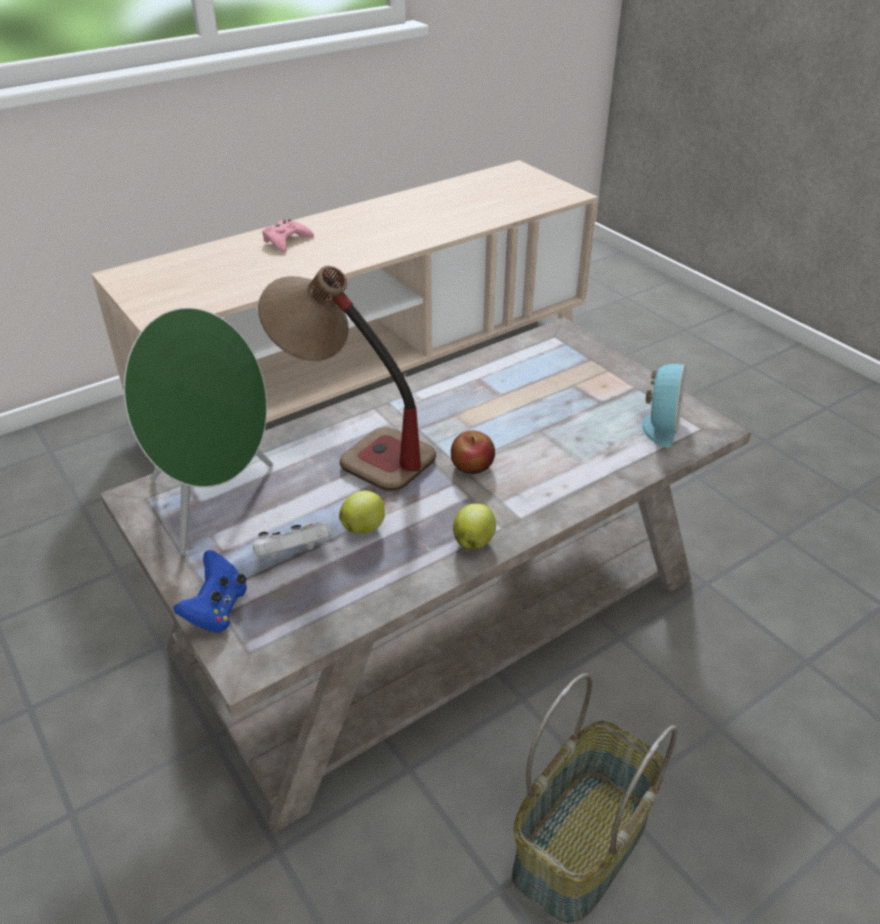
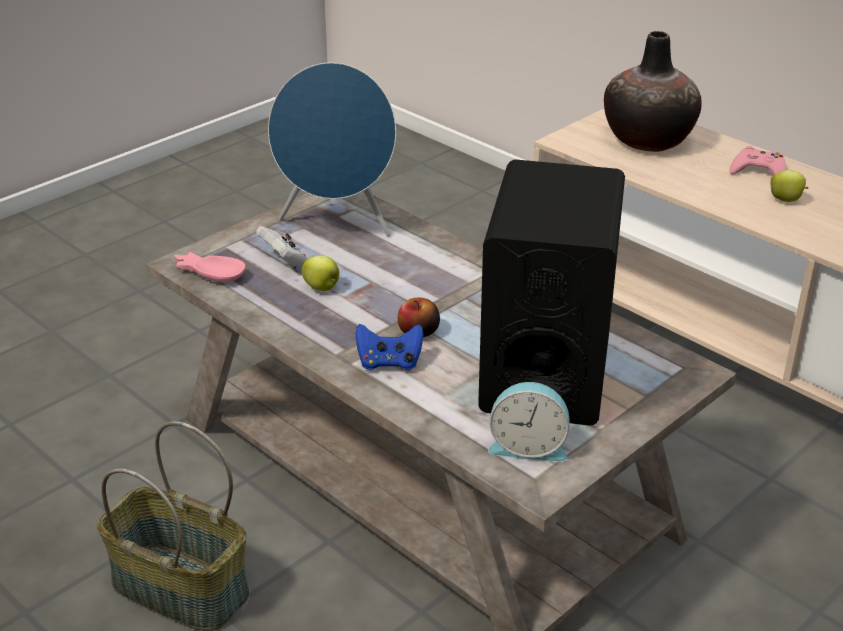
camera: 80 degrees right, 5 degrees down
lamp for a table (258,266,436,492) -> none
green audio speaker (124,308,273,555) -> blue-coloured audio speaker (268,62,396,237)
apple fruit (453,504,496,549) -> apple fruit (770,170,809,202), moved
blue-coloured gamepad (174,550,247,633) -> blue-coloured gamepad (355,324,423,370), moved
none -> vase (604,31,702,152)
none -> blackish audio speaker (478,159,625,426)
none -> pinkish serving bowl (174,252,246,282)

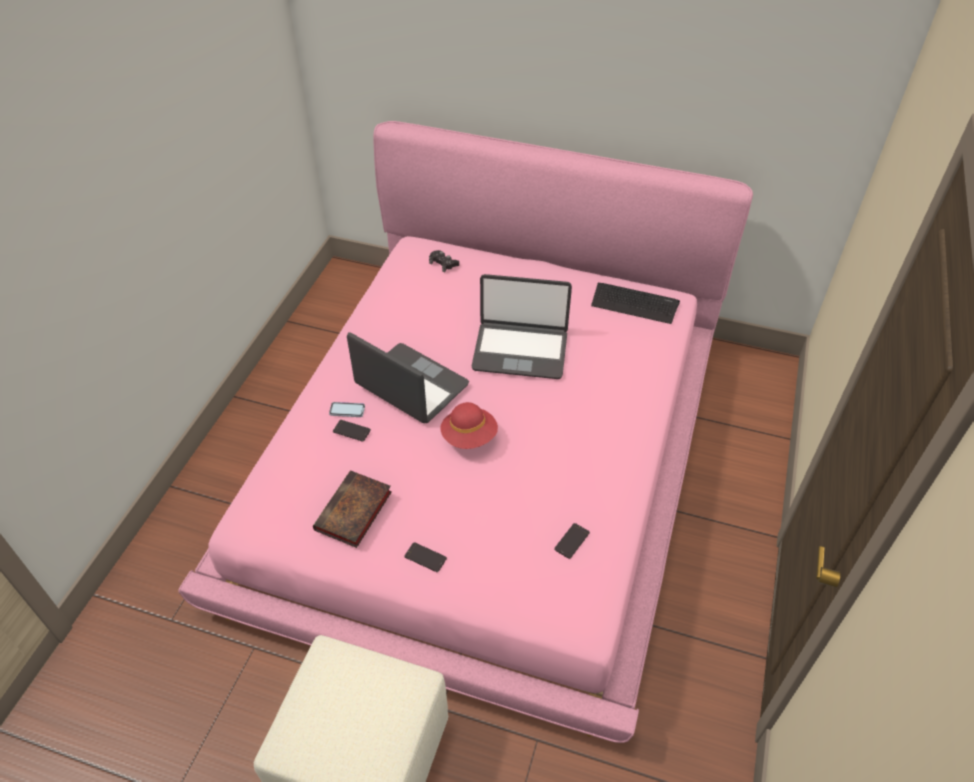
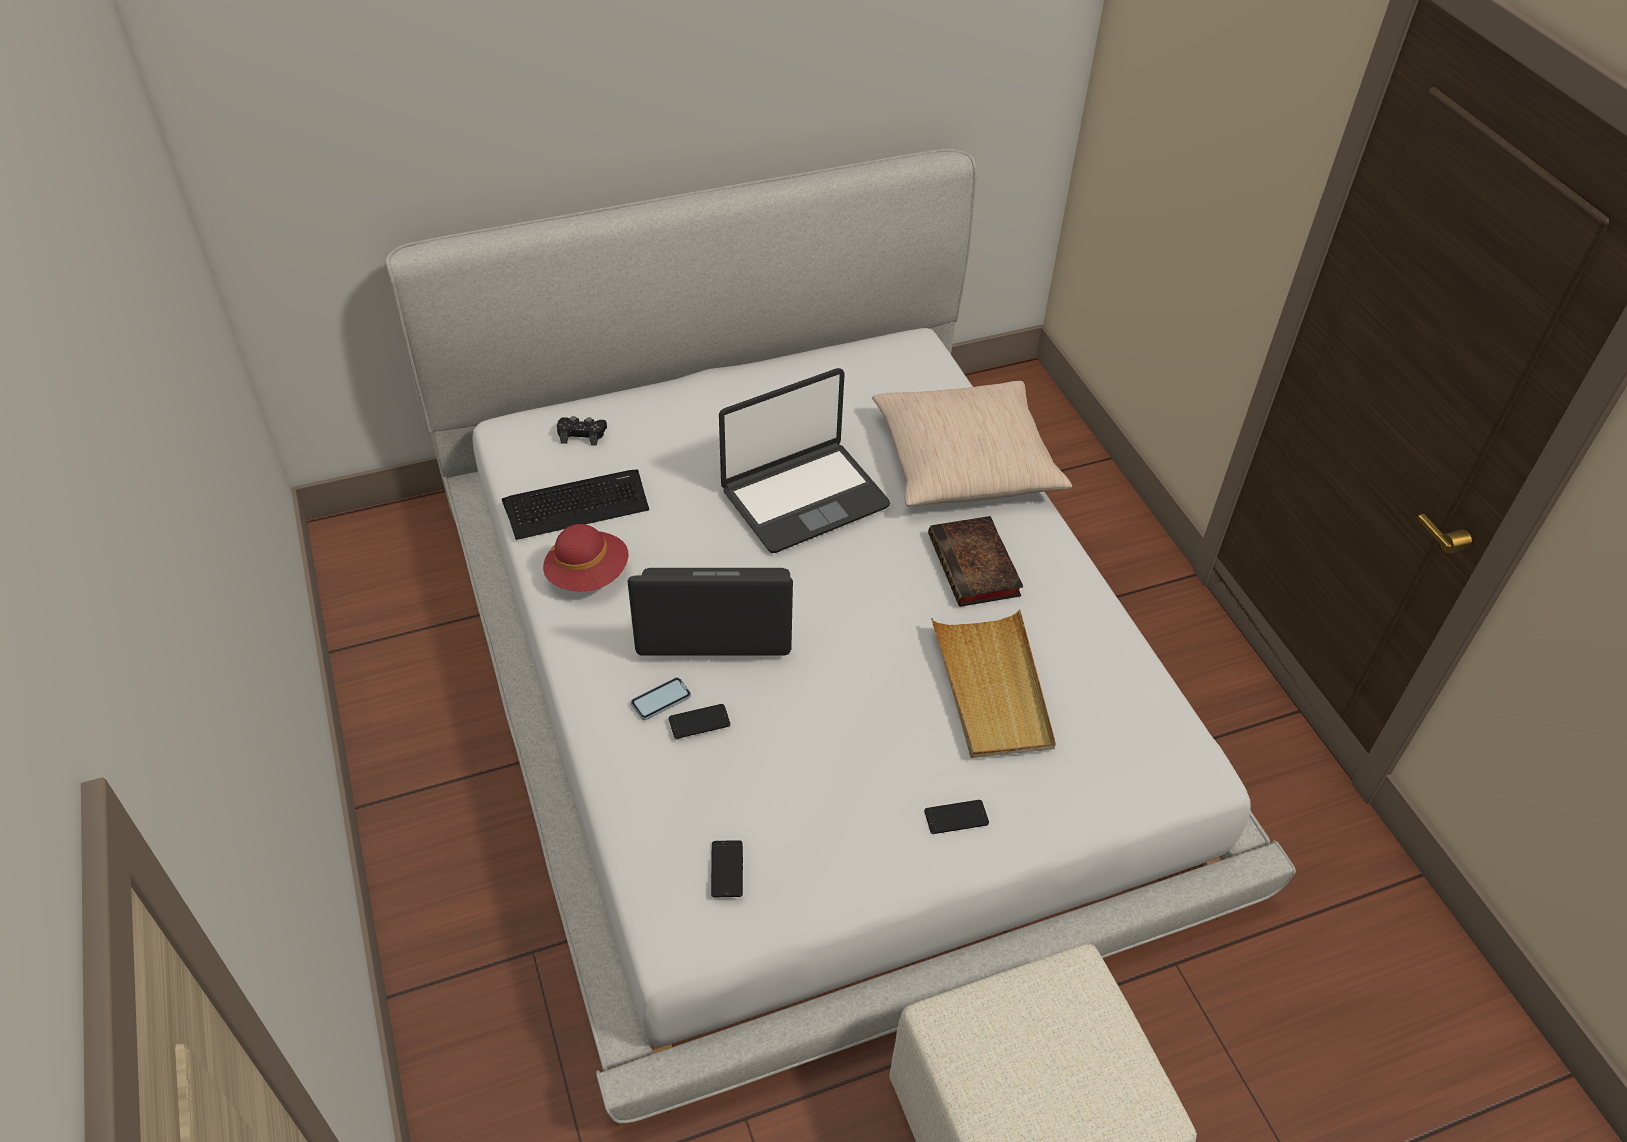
camera: 40 degrees left, 0 degrees up
pinkish sleeping bed (178,121,753,743) -> white sleeping bed (385,149,1296,1123)
computer keyboard (591,283,680,324) -> computer keyboard (502,469,649,540), moved
reddish hat (440,402,498,449) -> reddish hat (543,524,628,592), moved
book (313,470,392,548) -> book (928,516,1023,607), moved
telephone (554,523,590,559) -> telephone (711,840,743,897), moved
none -> beige pillow (872,381,1073,506)
none -> beige tray (931,610,1056,758)

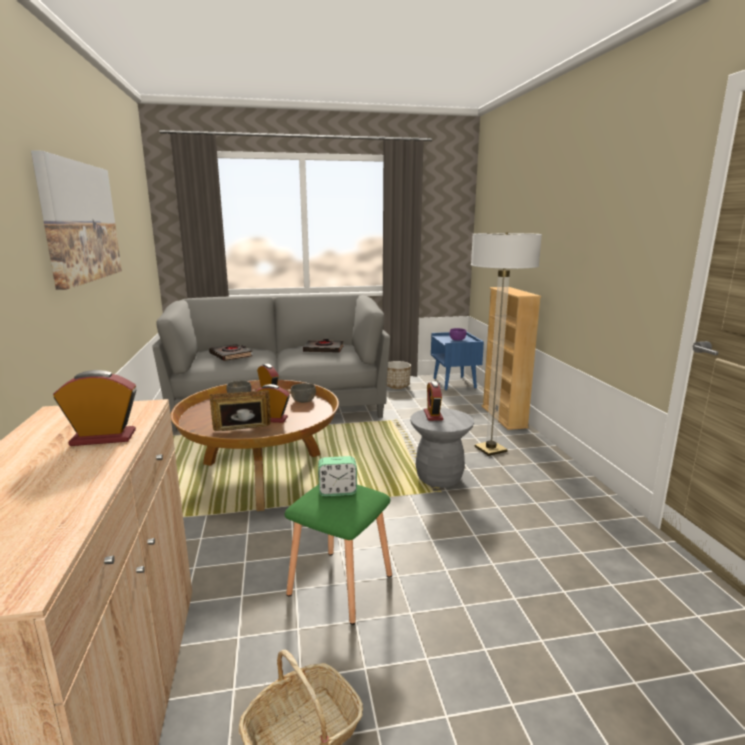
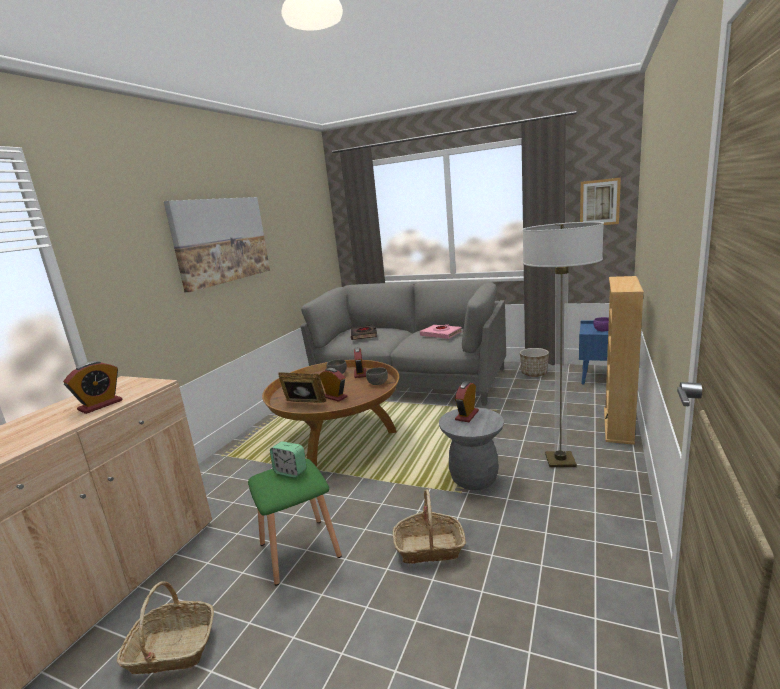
camera: 35 degrees right, 0 degrees up
blackish book (303,339,344,353) -> pinkish book (420,324,462,339)
bedside clock (53,370,137,446) -> bedside clock (63,361,123,414), 105 degrees clockwise
none -> wall art (580,178,621,225)
none -> storage basket (393,489,466,564)

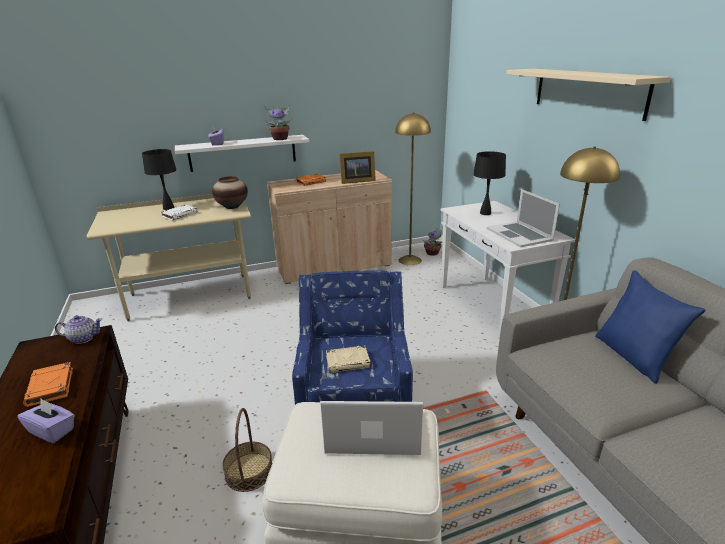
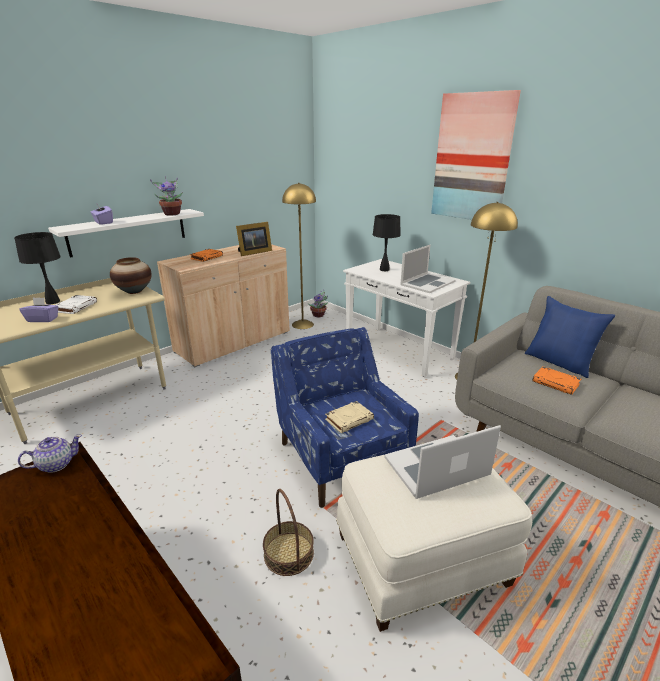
camera: 25 degrees left, 0 degrees up
beige bracket shelf (506,69,671,121) -> wall art (431,90,521,220)
notebook computer (486,189,560,247) -> notebook computer (400,244,455,293), 90 degrees counterclockwise
orange-coloured book (23,362,73,407) -> orange-coloured book (532,367,581,395), moved
purple-coloured tissue holder (17,399,75,443) -> purple-coloured tissue holder (19,298,59,322), moved

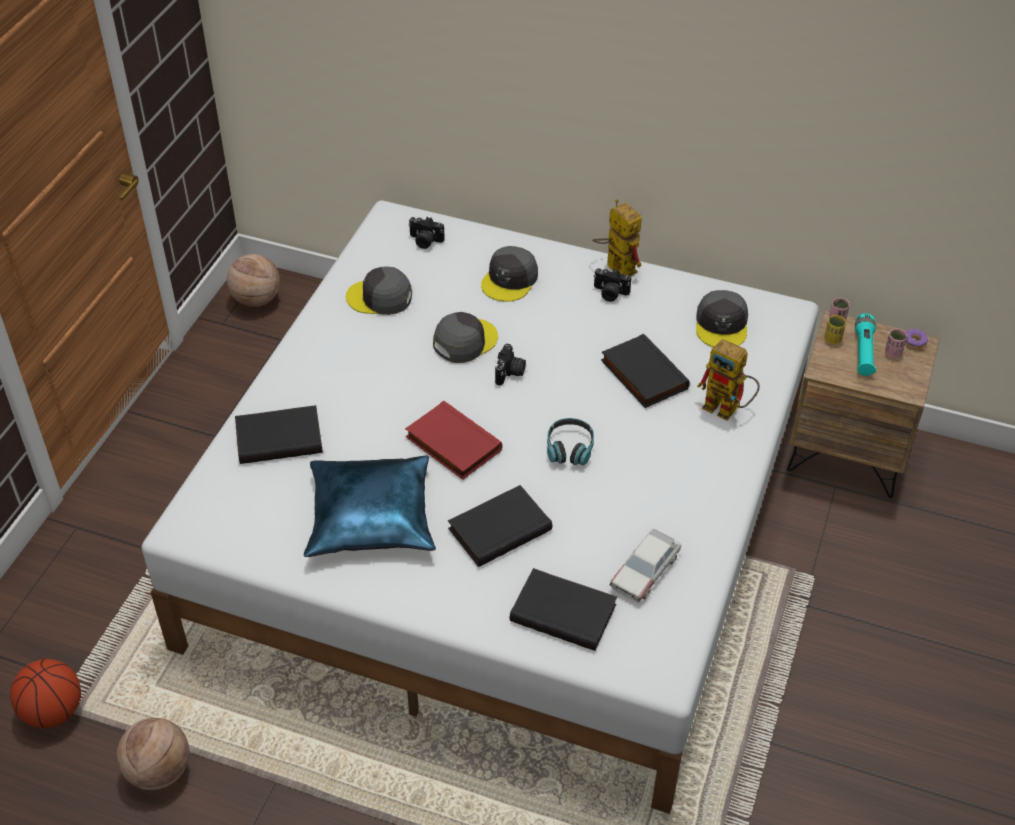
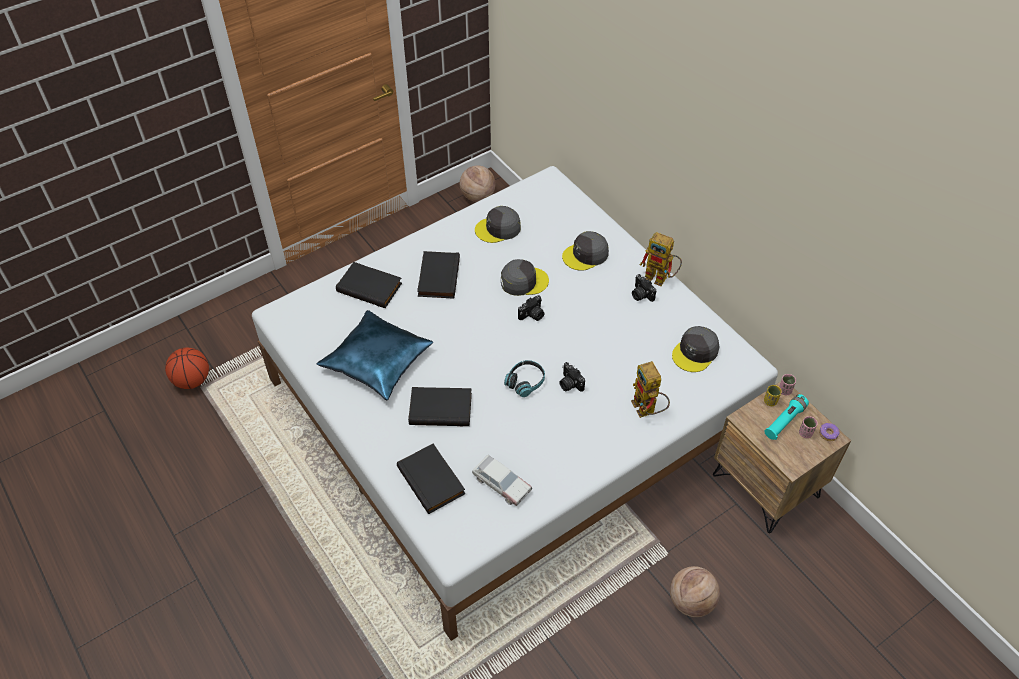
camera: 35 degrees right, 5 degrees up
toy robot (592,199,642,276) -> toy robot (640,232,682,286), 120 degrees clockwise
photo camera (408,217,445,249) -> photo camera (559,362,585,392), moved
greyish baseball cap (346,266,412,315) -> greyish baseball cap (475,206,521,243), 60 degrees counterclockwise
blackish book (601,334,690,408) -> blackish book (417,251,460,299), moved
reddish book (405,401,502,480) -> none
toy car (610,529,681,603) -> toy car (472,455,532,506), 120 degrees counterclockwise
basketball (117,718,189,790) -> basketball (670,566,720,617), moved

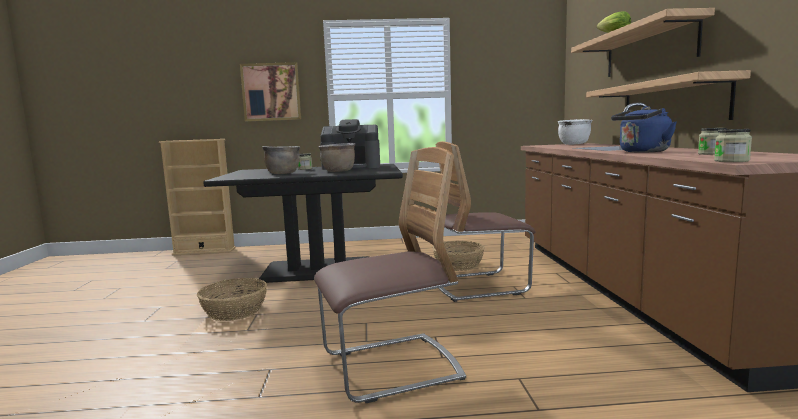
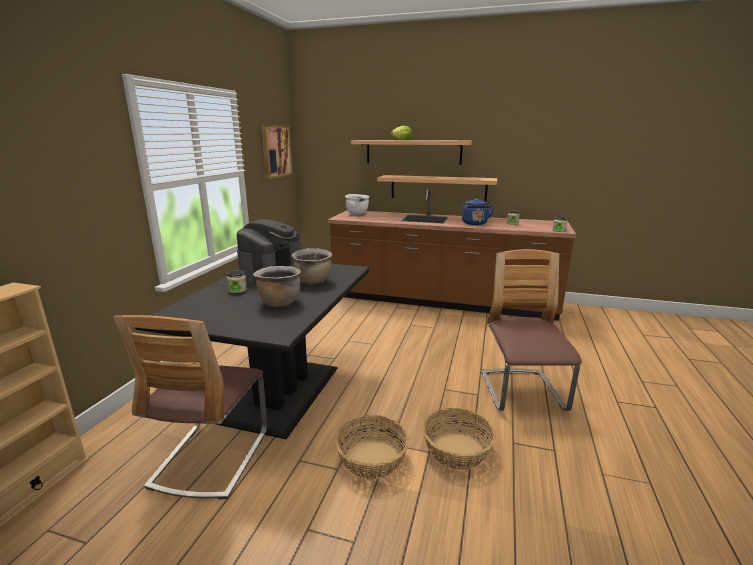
camera: 70 degrees left, 10 degrees up
wall art (240,62,301,121) -> wall art (261,125,293,179), moved
chair (436,141,535,302) -> chair (114,315,267,499), moved
storage basket (432,241,485,271) -> storage basket (422,408,496,470), moved

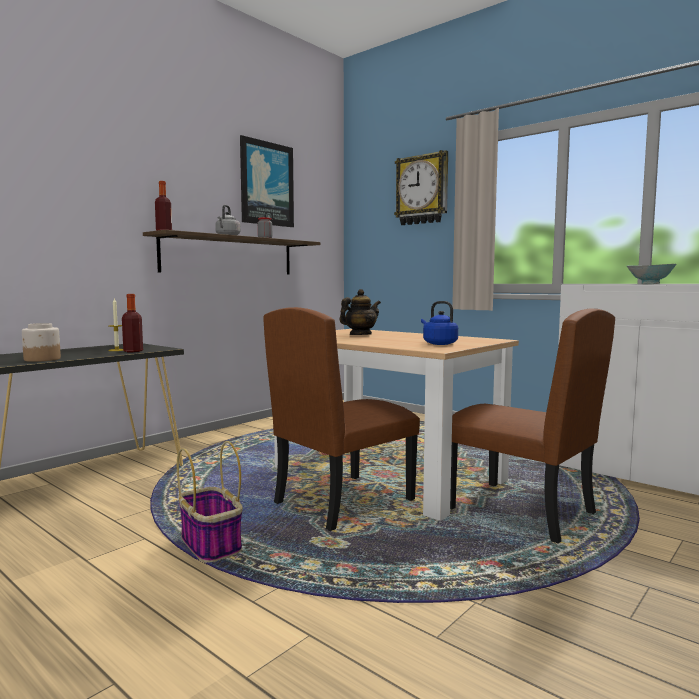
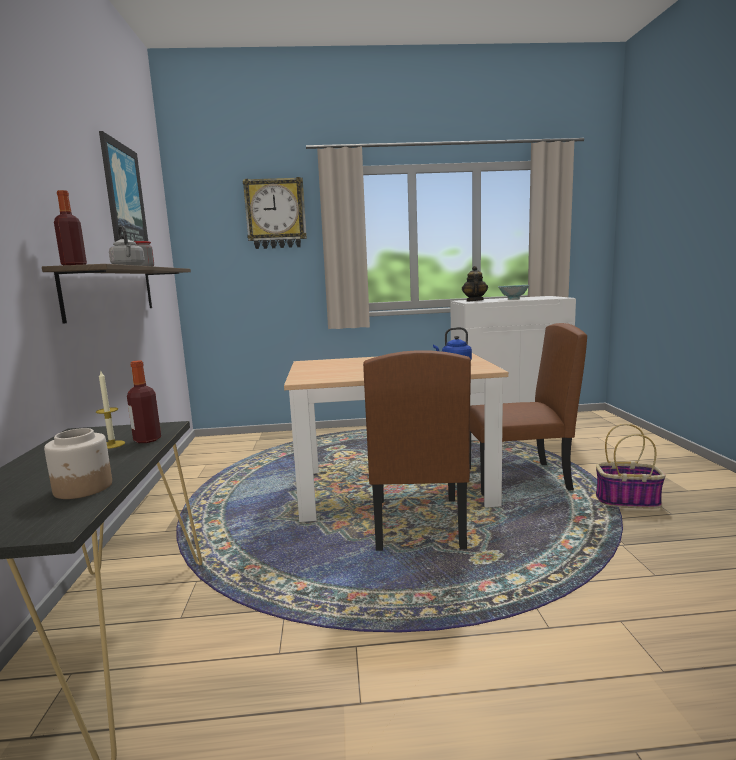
camera: 45 degrees left, 5 degrees up
tea pot (339,289,381,335) -> tea pot (462,266,488,302), moved
storage basket (177,441,243,563) -> storage basket (596,424,666,509), moved

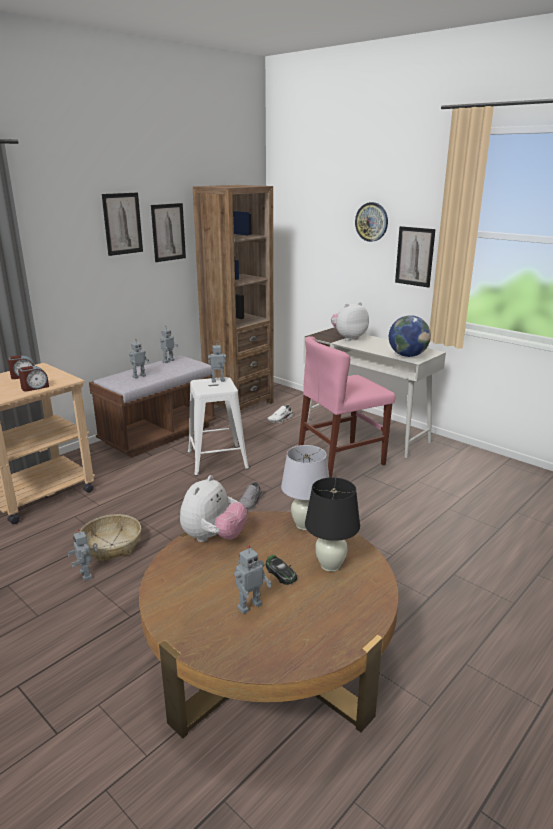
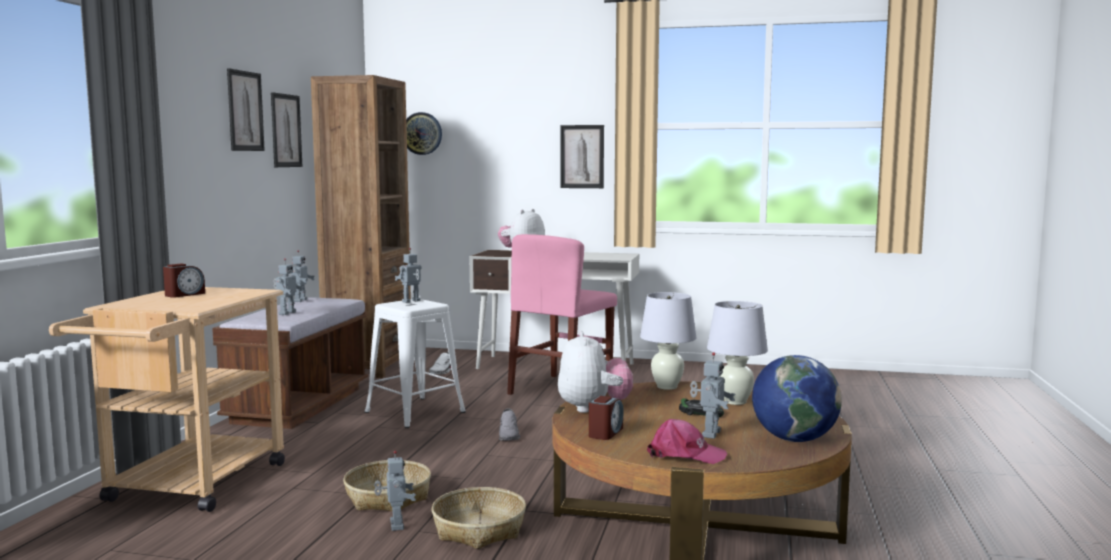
camera: 30 degrees left, 15 degrees down
wall clock (355,202,388,242) -> wall clock (406,112,442,155), moved
world globe (389,315,431,357) -> world globe (752,355,842,442), moved
bedside clock (18,366,49,392) -> bedside clock (589,396,624,440), moved
blackish lamp for a table (305,477,360,572) -> white lamp for a table (707,301,768,405)
toy robot (68,529,98,581) -> toy robot (374,451,416,531), 135 degrees counterclockwise
none -> pinkish baseball cap (647,419,727,464)
none -> storage basket (432,487,526,549)

